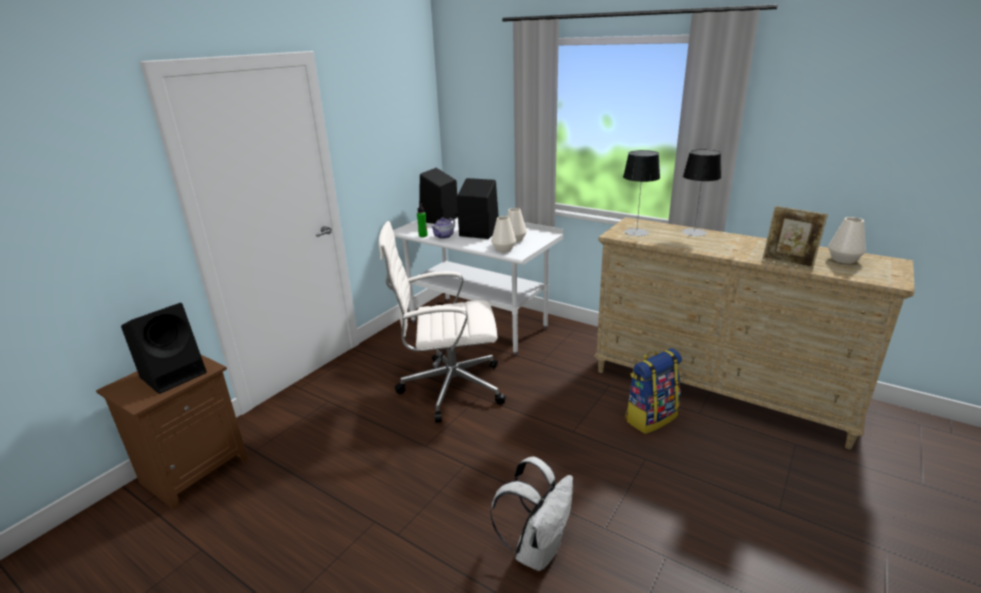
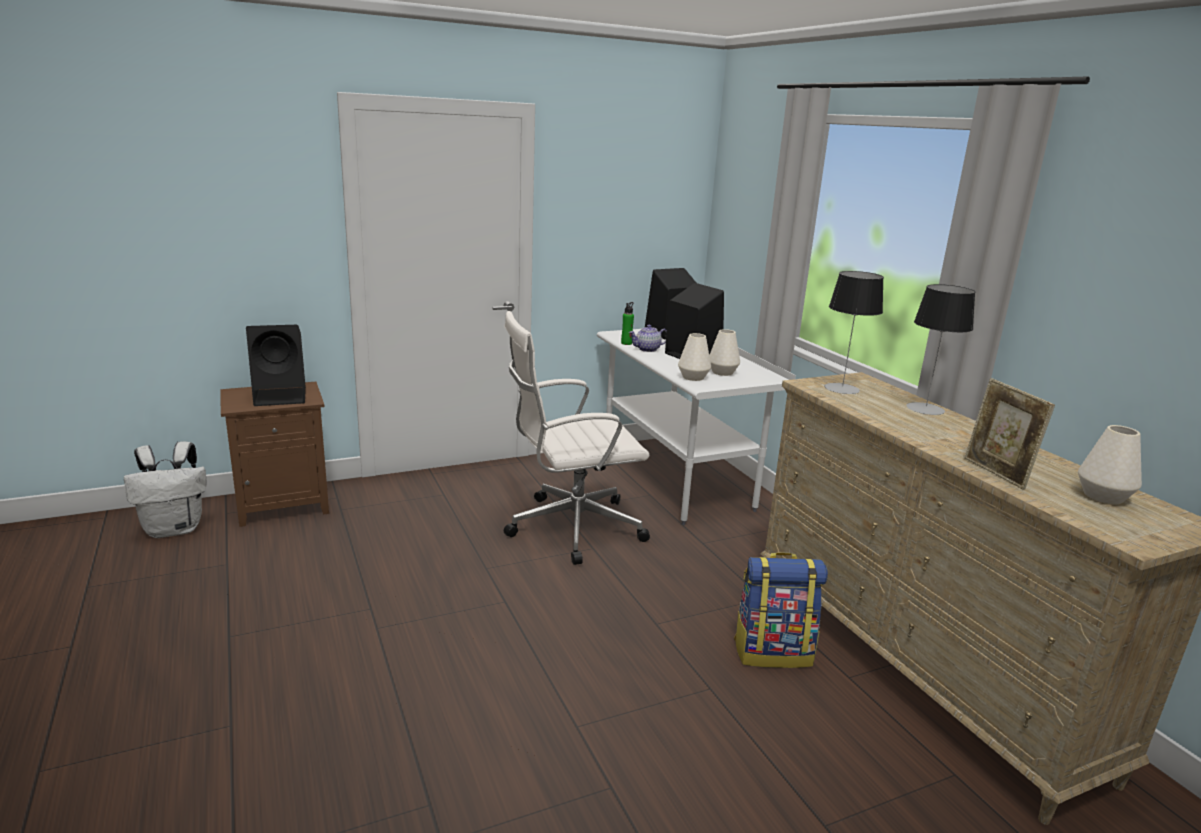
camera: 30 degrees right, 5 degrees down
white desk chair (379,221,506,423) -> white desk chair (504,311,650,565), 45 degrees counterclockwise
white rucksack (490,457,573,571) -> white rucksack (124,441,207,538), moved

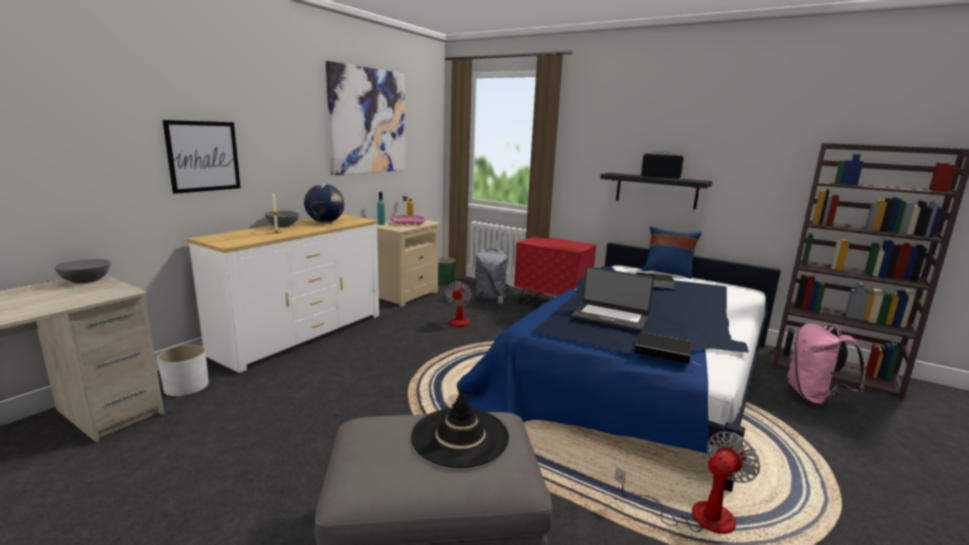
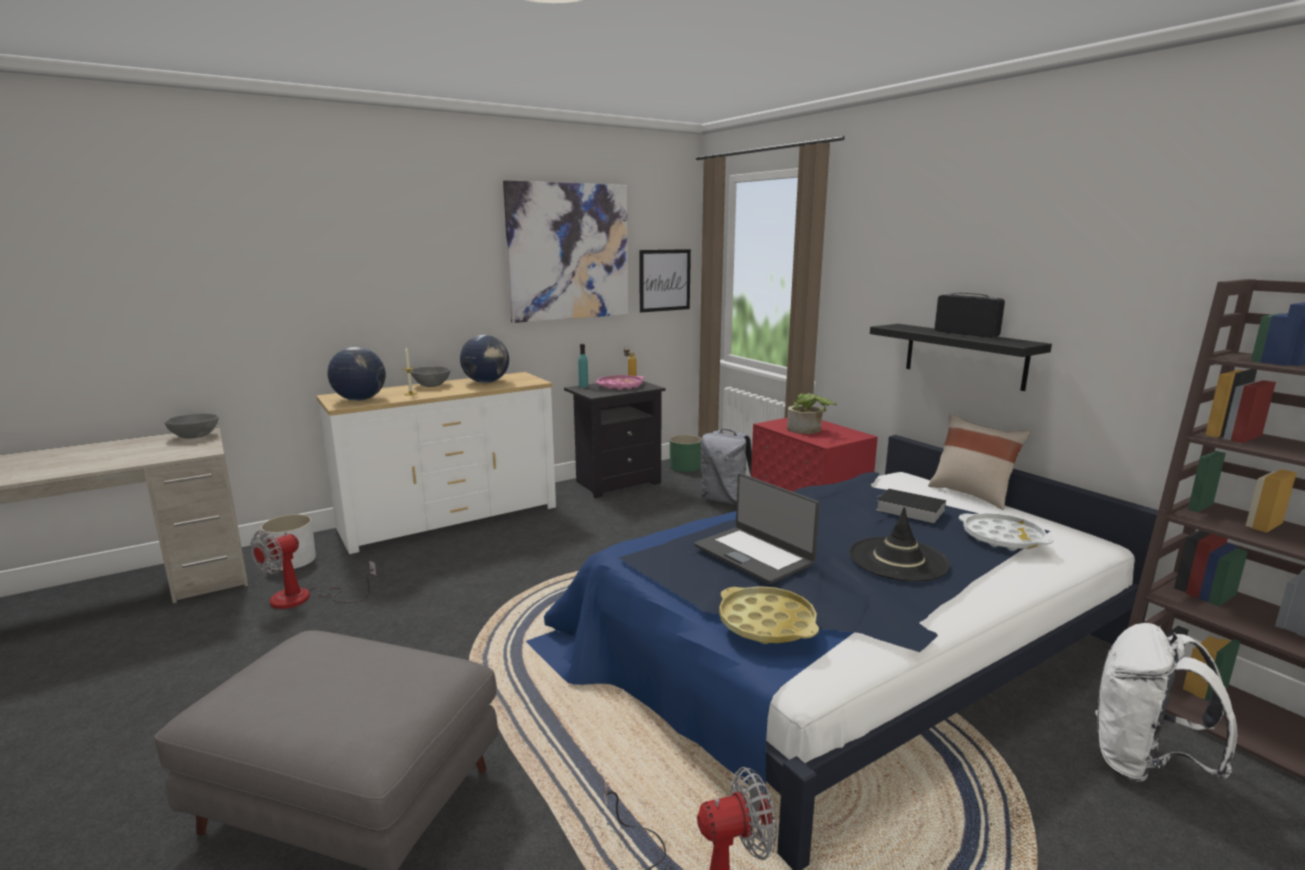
camera: 25 degrees right, 0 degrees up
wall art (163,120,241,194) -> wall art (639,249,691,312), moved
beige nightstand (377,220,441,307) -> blackish nightstand (564,381,665,498)
blue-coloured pillow (642,226,701,279) -> beige pillow (928,414,1031,510)
fan (445,281,503,327) -> fan (250,530,377,609), moved
pinkish rucksack (787,323,866,406) -> white rucksack (1095,623,1237,783)
book (635,332,700,365) -> yellow tray (719,586,819,644)
blackish hat (411,386,509,468) -> blackish hat (849,507,950,581), moved
none -> world globe (327,347,386,401)
none -> houseplant (787,393,837,434)
none -> white tray (959,513,1054,551)

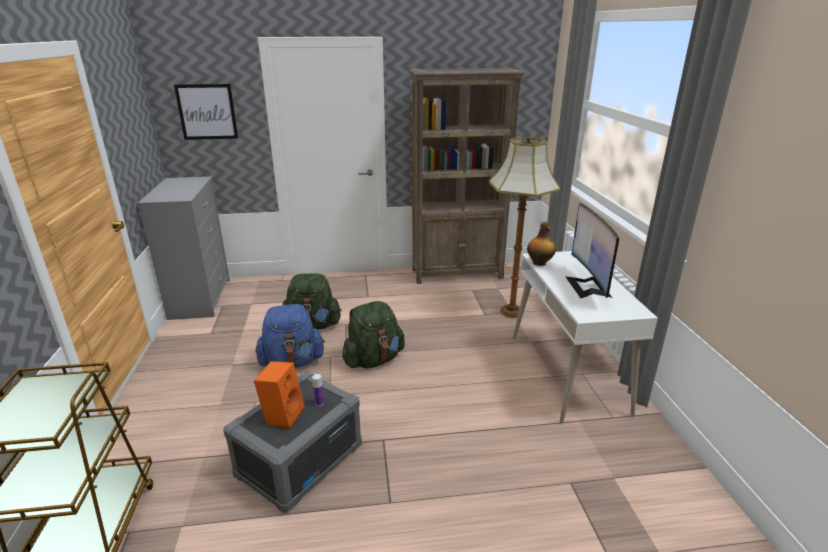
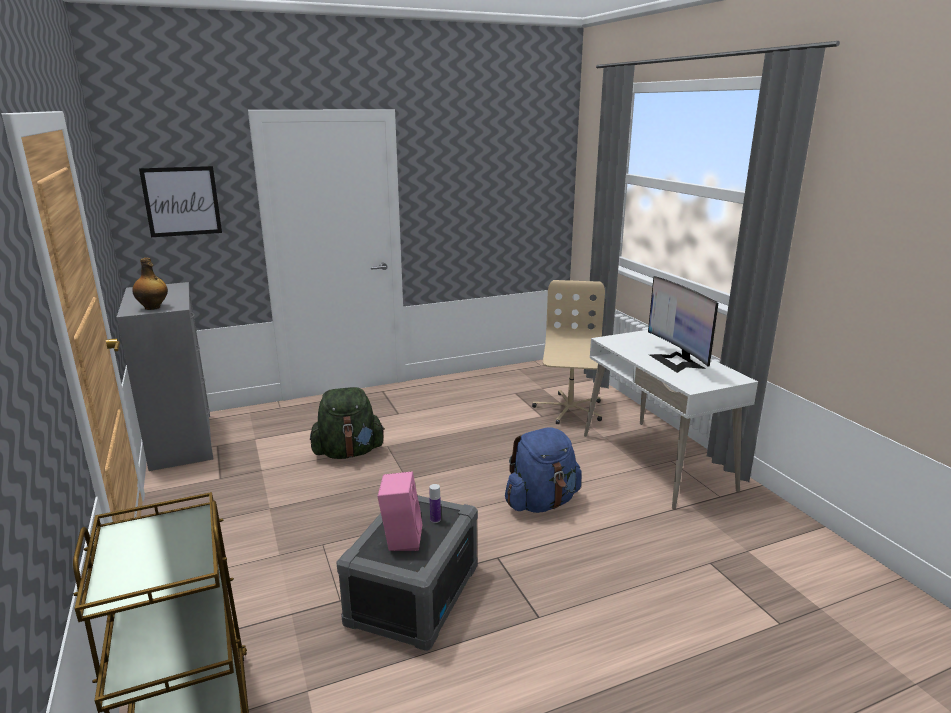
camera: 15 degrees left, 5 degrees down
brown-coloured bookcase (409,68,525,284) -> none
floor lamp (489,135,561,318) -> beige desk chair (532,280,605,425)
bottle (527,222,556,266) -> bottle (132,258,168,310), moved
green rucksack (342,301,405,369) -> none
blue-coloured rucksack (256,304,325,368) -> blue-coloured rucksack (505,428,582,513), moved
orange-coloured audio speaker (254,361,305,430) -> pinkish audio speaker (377,472,422,551)

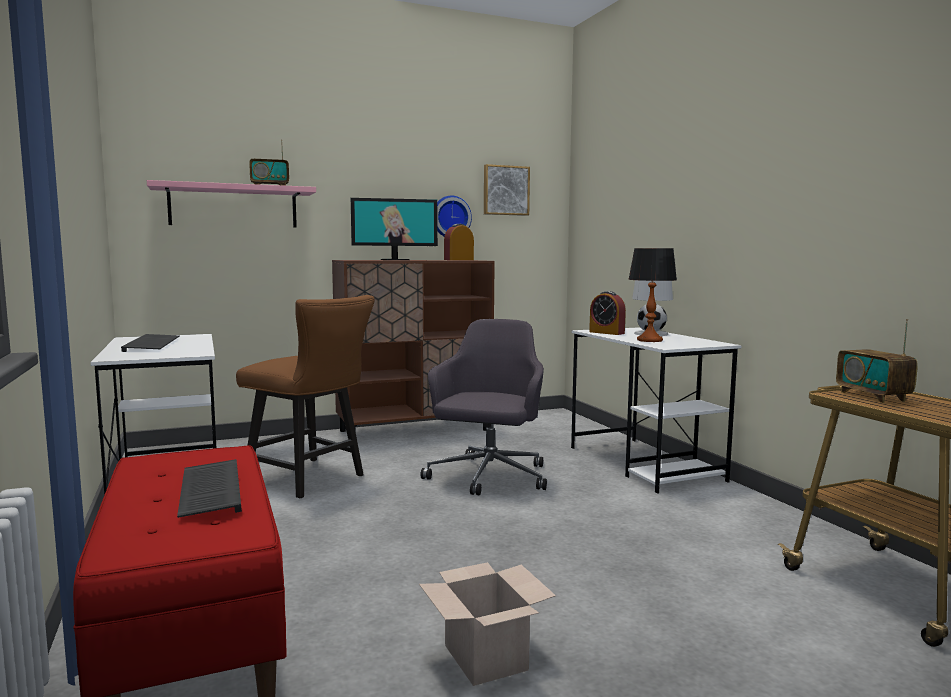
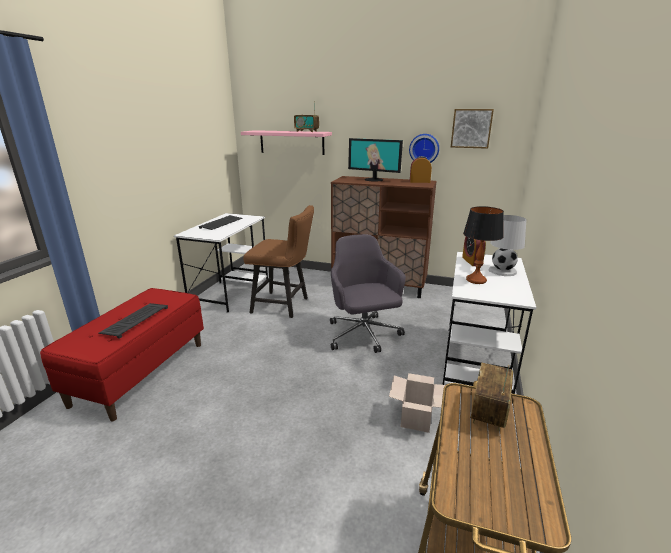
camera: 40 degrees right, 15 degrees up
brown-coloured chair (236,295,375,498) -> brown-coloured chair (243,205,314,318), 60 degrees counterclockwise
greyish desk chair (421,319,547,495) -> greyish desk chair (330,234,406,353), 75 degrees counterclockwise
packing box (419,562,556,686) -> packing box (389,373,445,433), moved

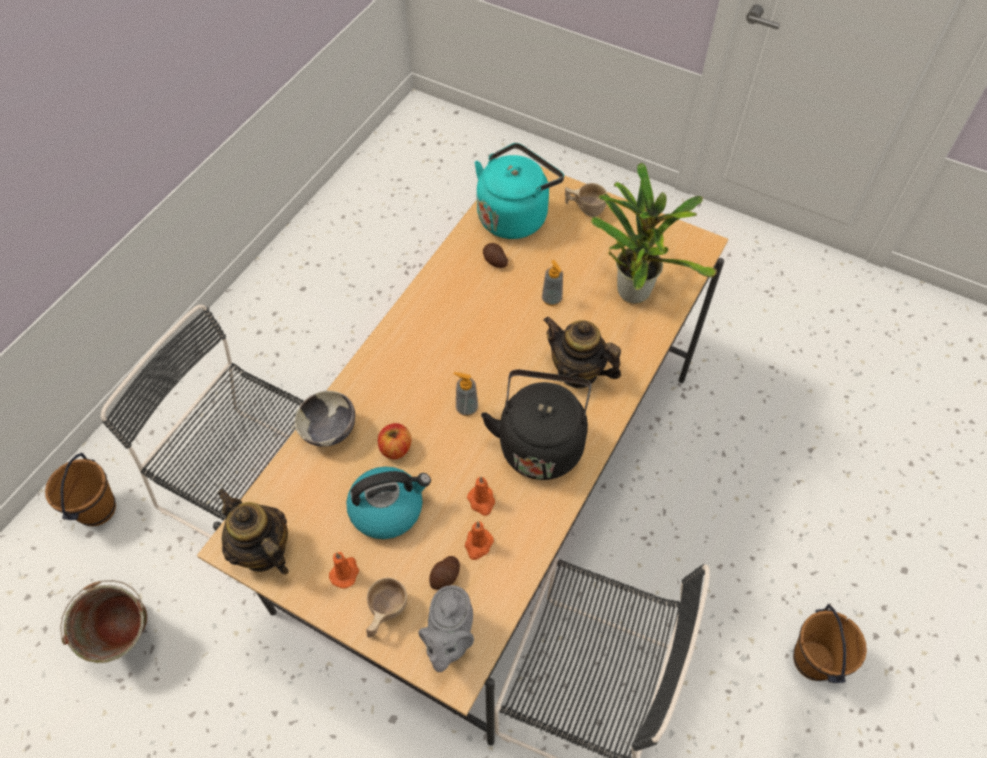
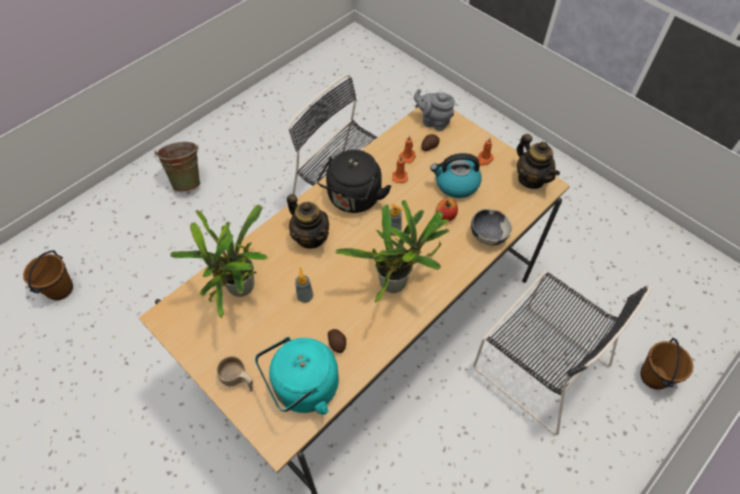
camera: 165 degrees left, 0 degrees up
beige cup (366,578,407,637) -> none
green bucket (60,580,147,663) -> green bucket (154,142,200,192), moved
greyish tea pot (418,585,474,672) -> greyish tea pot (414,89,455,131), 90 degrees counterclockwise
brown-coloured bucket (793,604,867,683) -> brown-coloured bucket (23,250,73,300), moved
none -> houseplant (335,200,450,302)

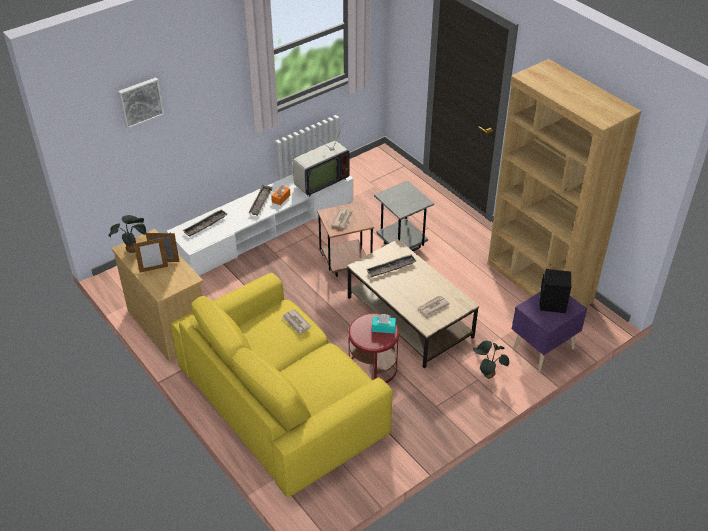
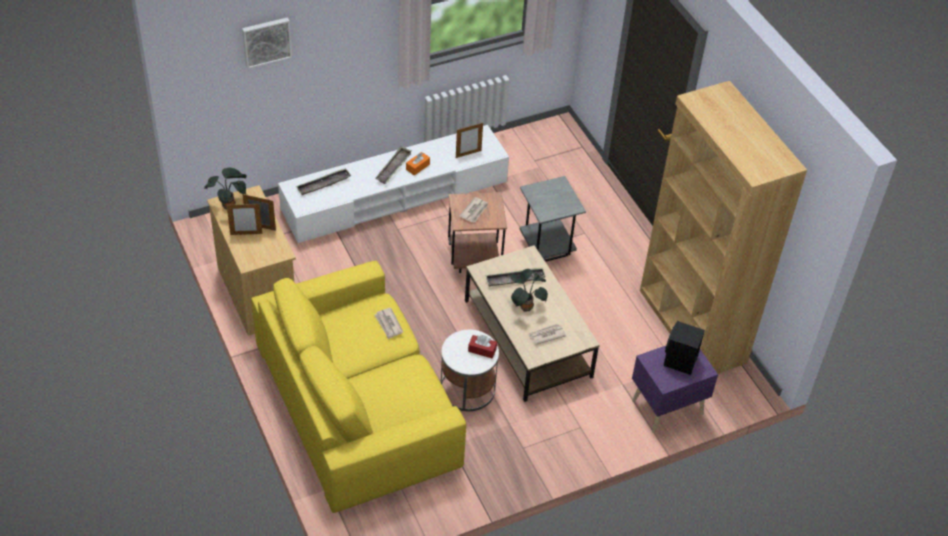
camera: 10 degrees right, 5 degrees up
TV (293,123,350,197) -> standing frame (456,123,483,158)
reddish end table (348,313,399,383) -> white end table (441,329,499,411)
turquoise-coloured tissue holder (372,314,396,333) -> reddish tissue holder (468,335,497,358)
houseplant (473,341,509,379) -> houseplant (511,269,548,312), moved

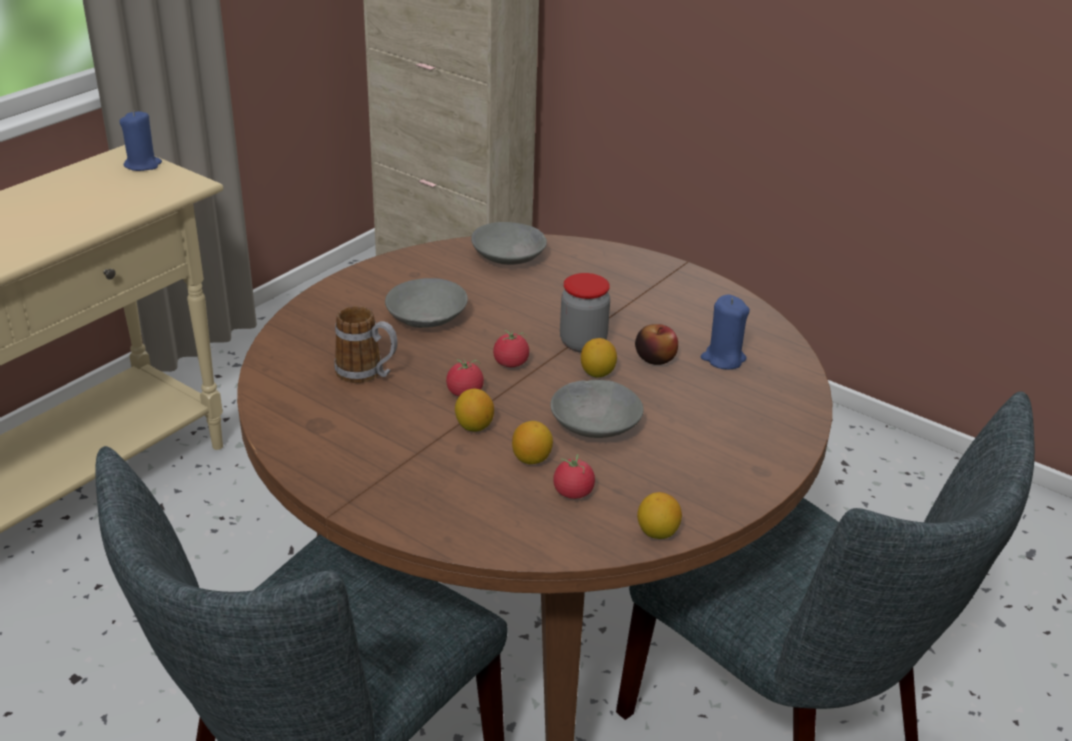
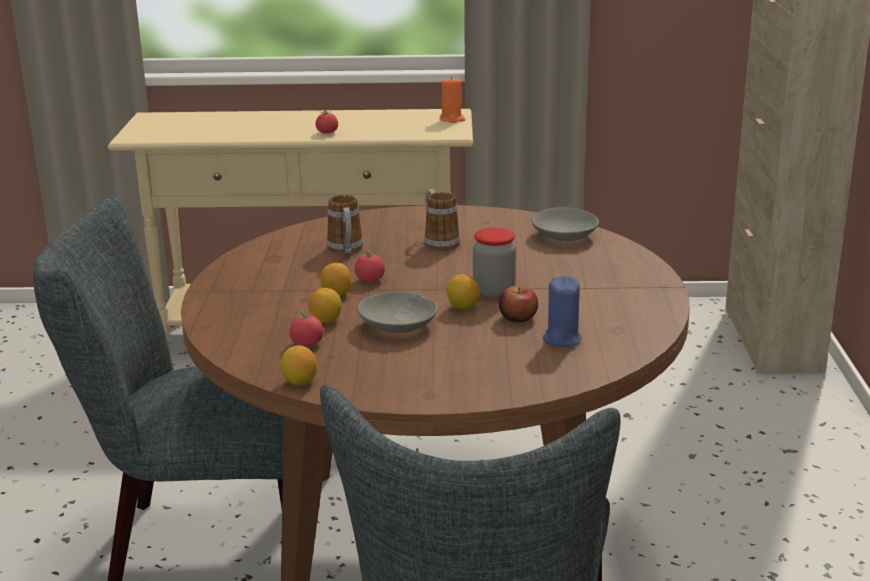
camera: 55 degrees right, 10 degrees down
blue-coloured wax candle (119,111,162,171) -> orange-coloured wax candle (440,76,465,123)
greyish serving bowl (385,278,468,328) -> tea mug (424,189,460,251)
tomato (493,330,529,367) -> tomato (316,110,338,133), moved

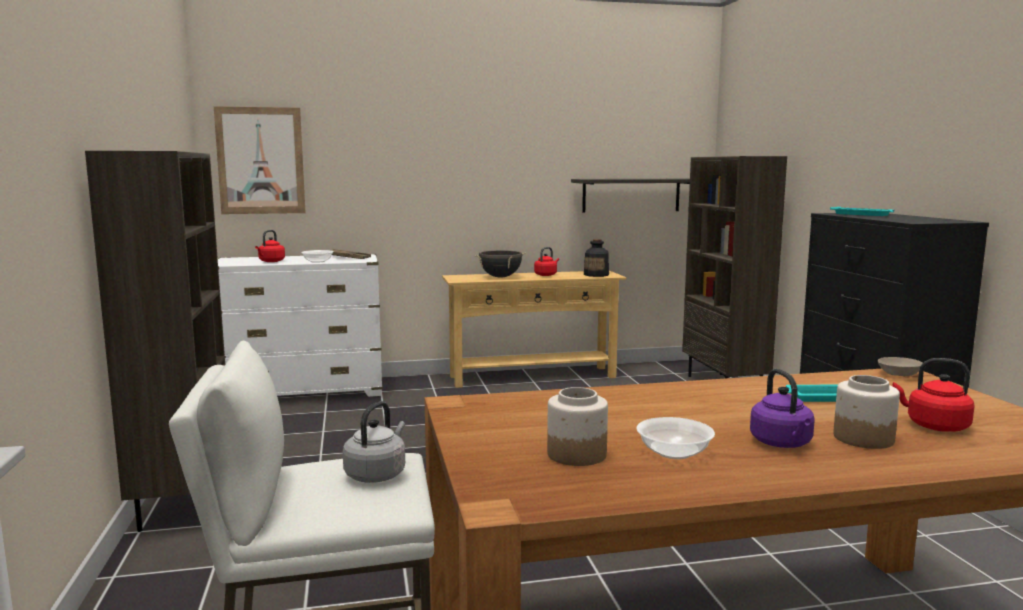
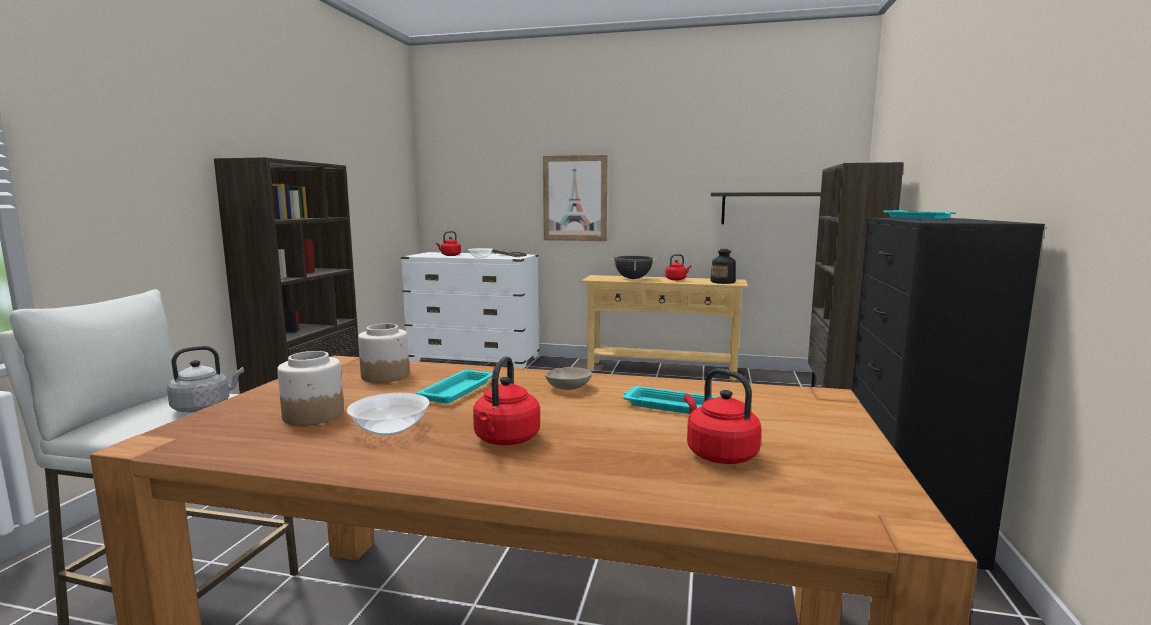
camera: 25 degrees right, 0 degrees up
wall art (214,106,306,214) -> wall art (543,155,608,241), moved
beige serving bowl (878,357,923,376) -> beige serving bowl (545,367,592,390), moved
purple-coloured tea kettle (750,369,815,448) -> reddish tea kettle (473,356,540,445)
storage jar (833,375,900,449) -> storage jar (358,324,409,383), moved
none -> turquoise-coloured tray (416,370,492,404)

